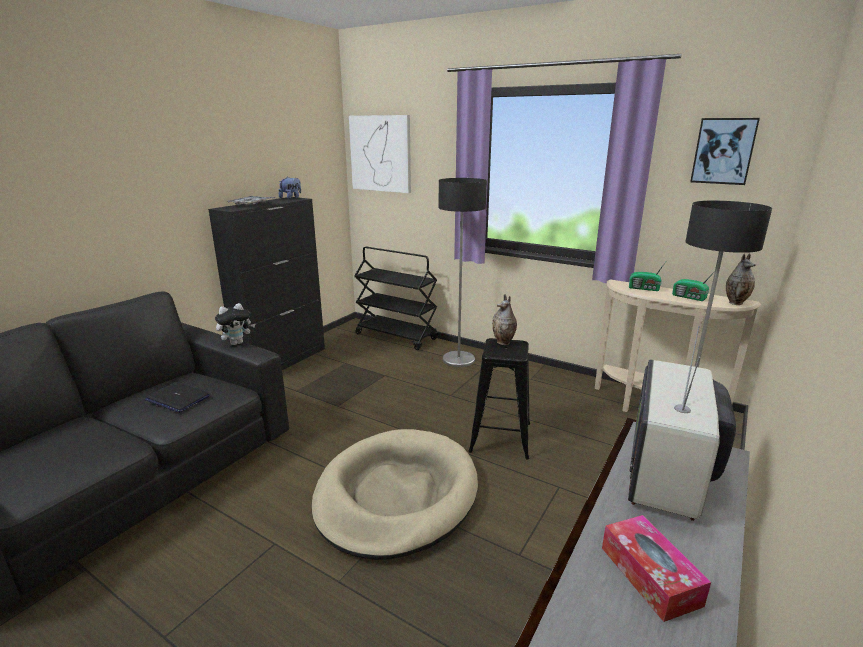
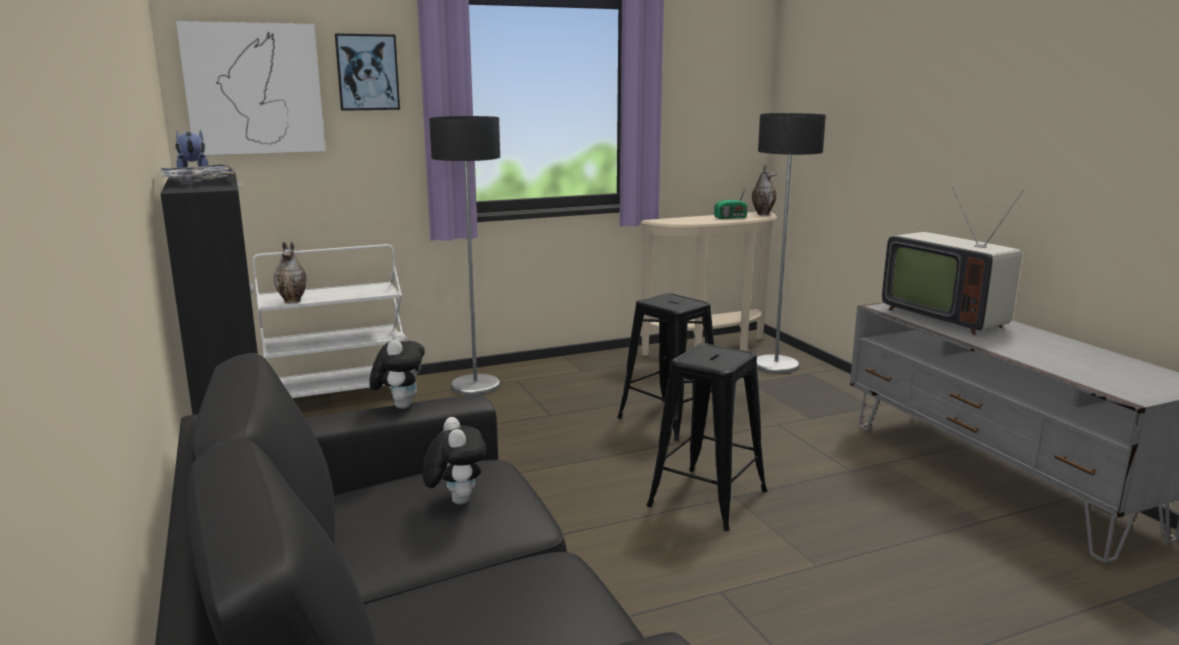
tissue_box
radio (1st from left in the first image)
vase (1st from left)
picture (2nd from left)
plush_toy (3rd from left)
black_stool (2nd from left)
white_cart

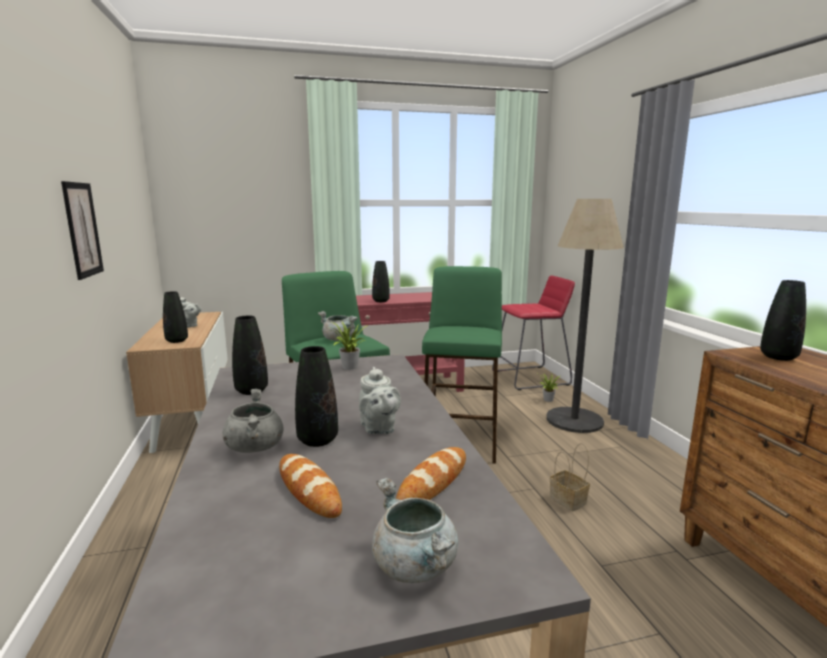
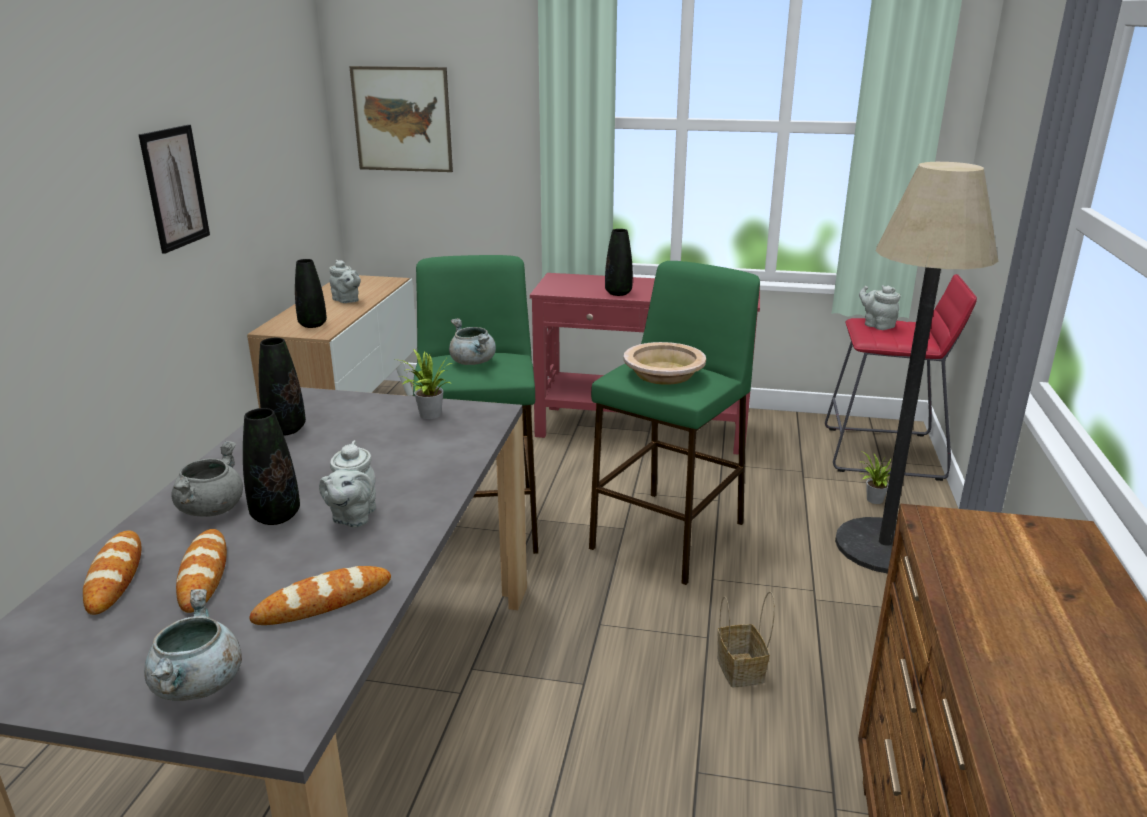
black_vase (5th from left in the first image)
bread (1st from left)
picture (2nd from left)
beige_bowl
grey_teapot (3rd from left)

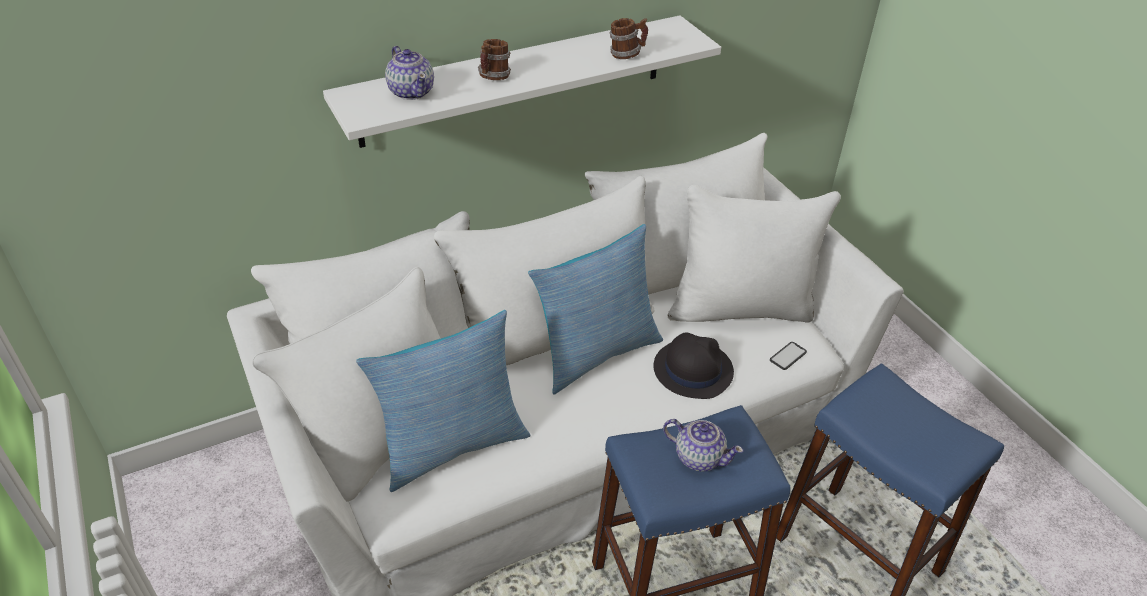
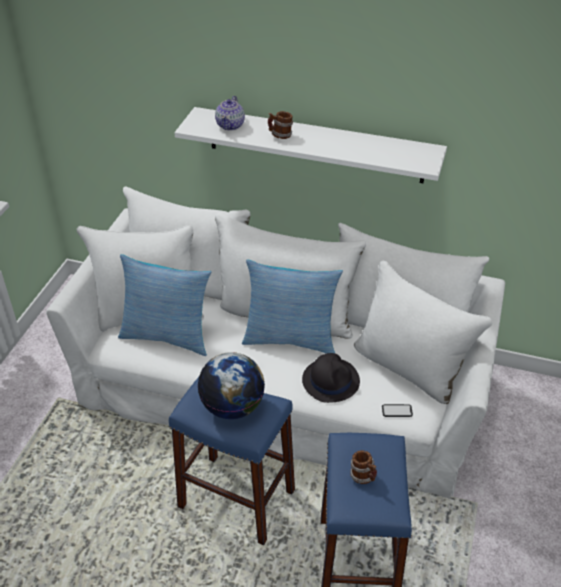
mug (2nd from left)
globe

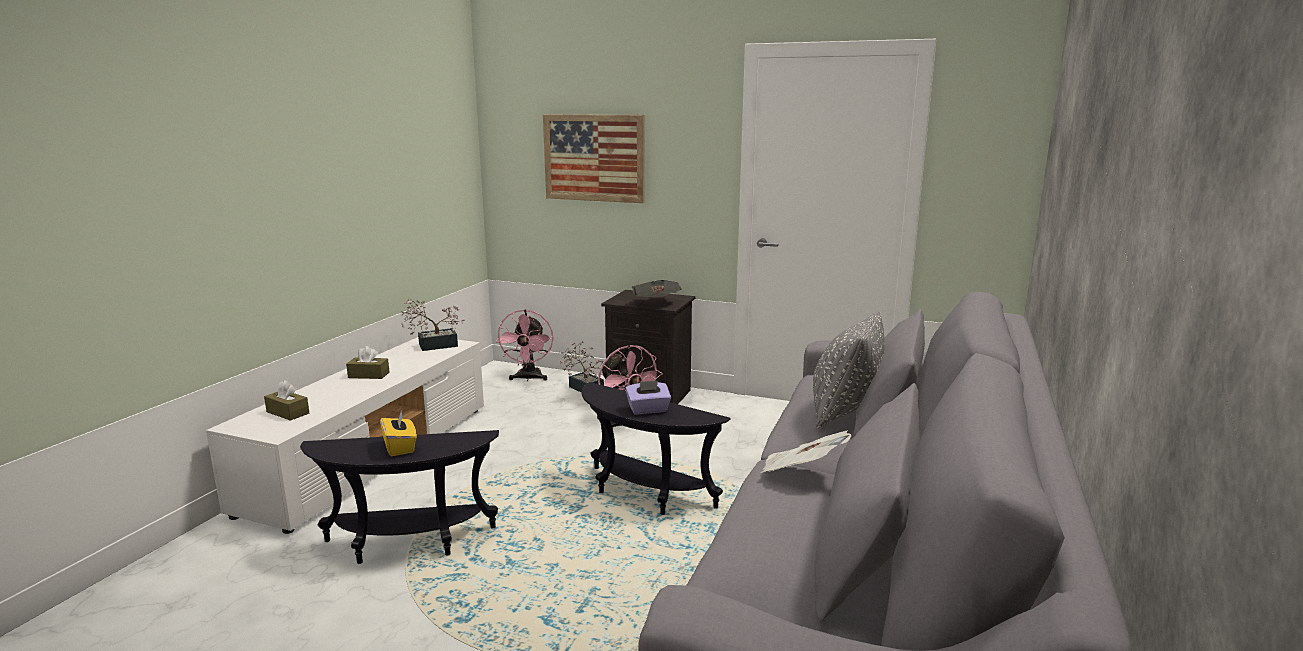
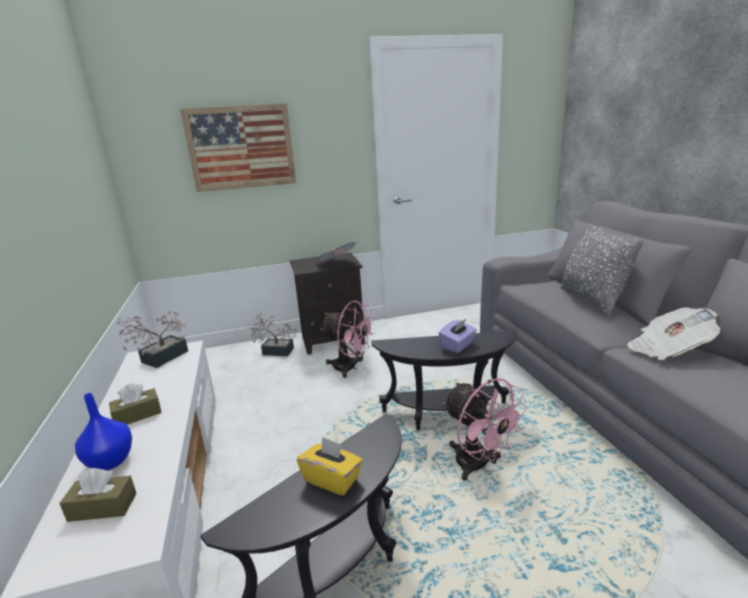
blue_vase
pink_fan (2nd from left)

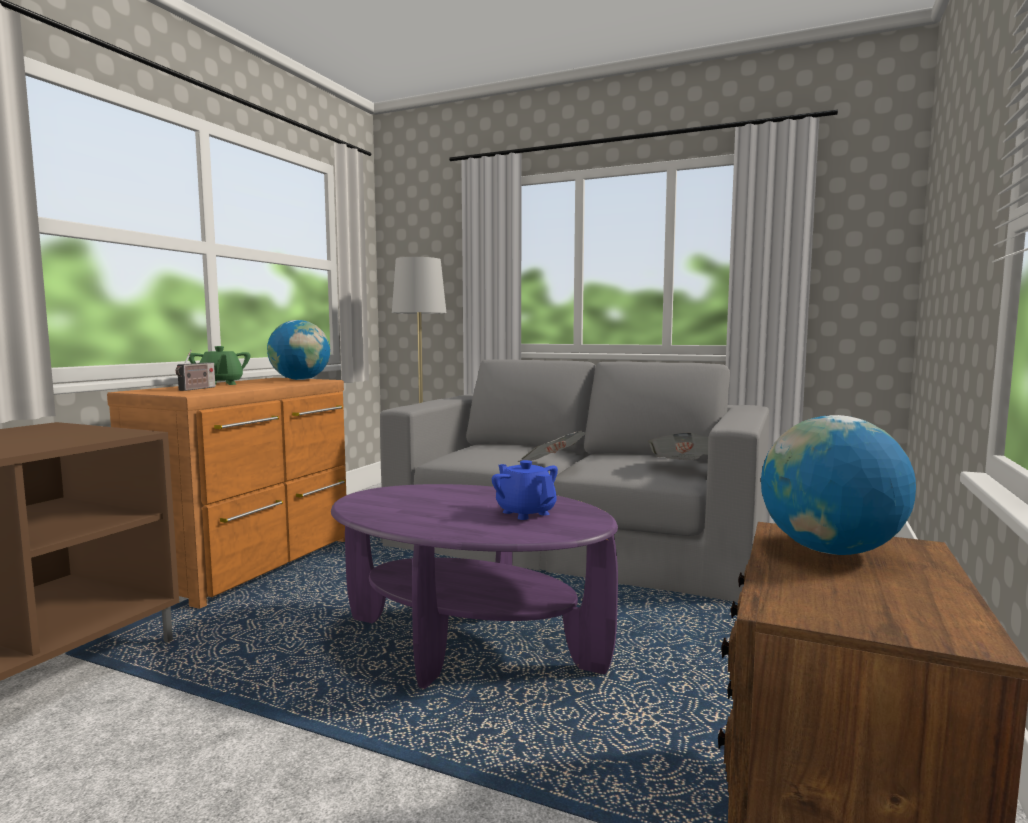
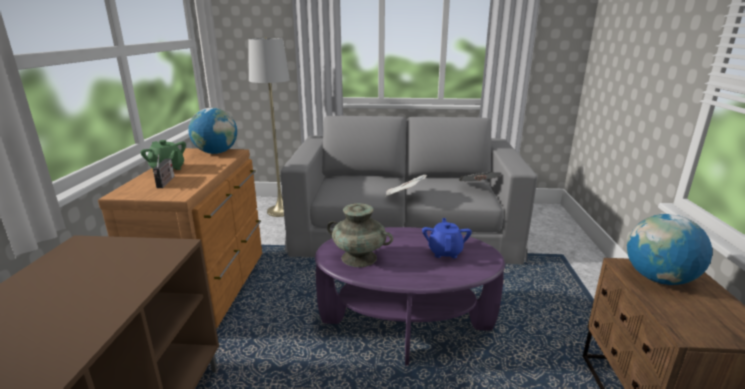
turquoise_vase
blue_teapot

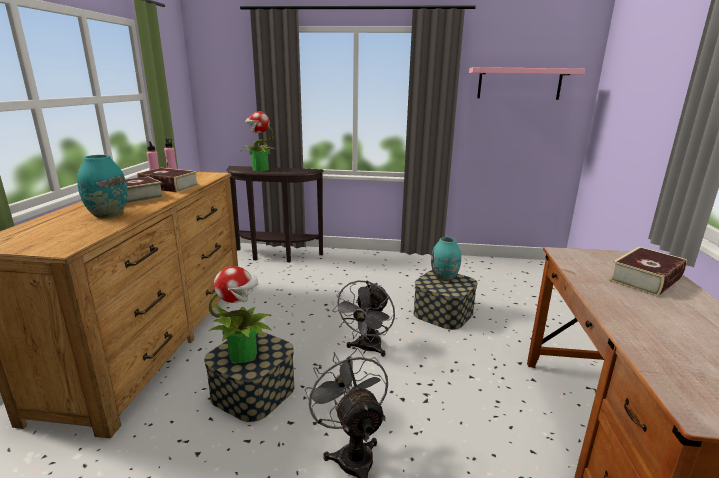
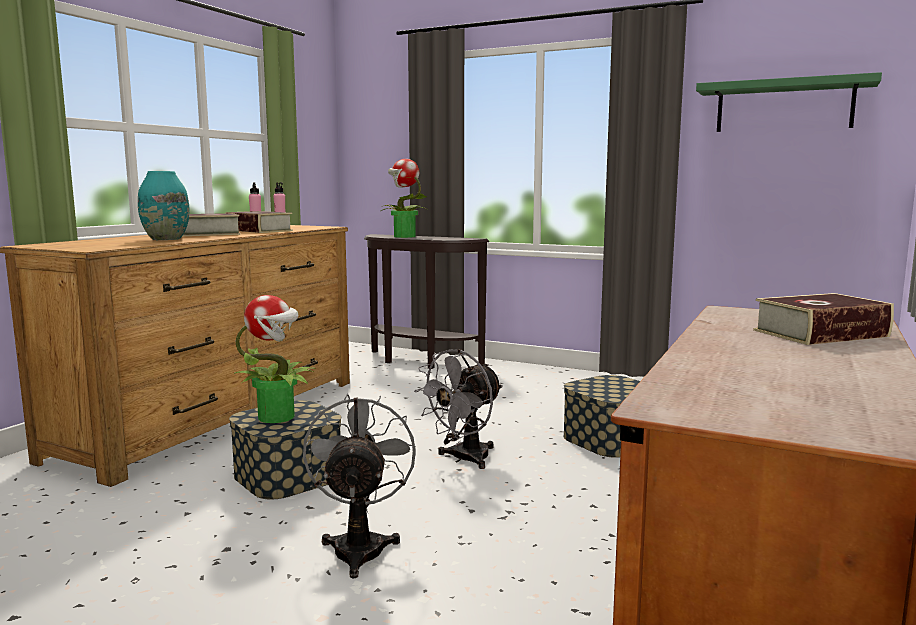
turquoise_vase (2nd from left in the first image)
green_shelf

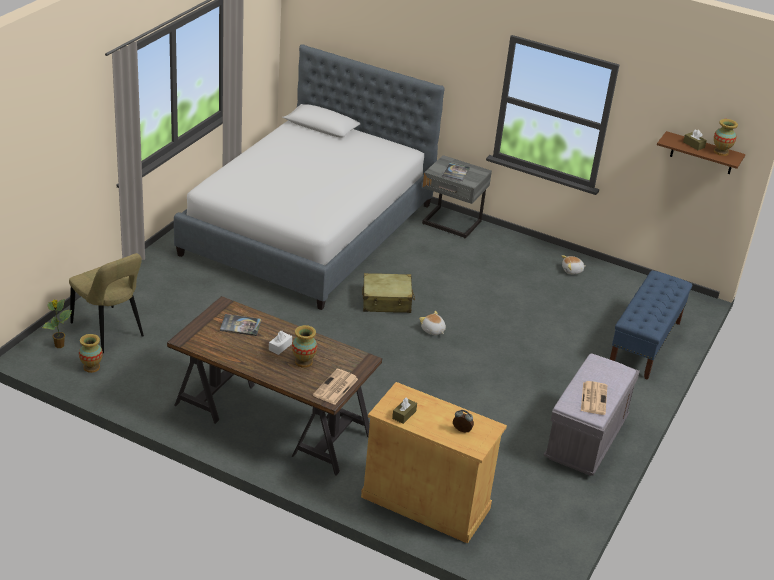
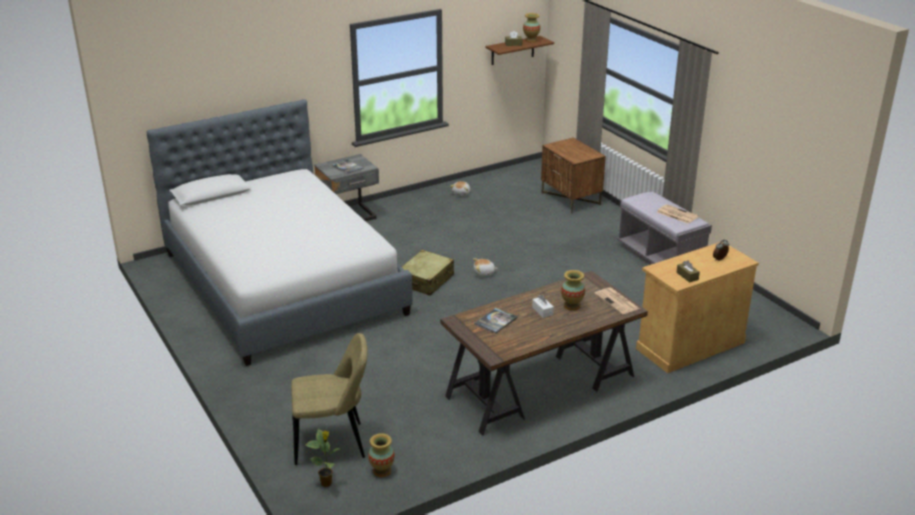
brown_nightstand

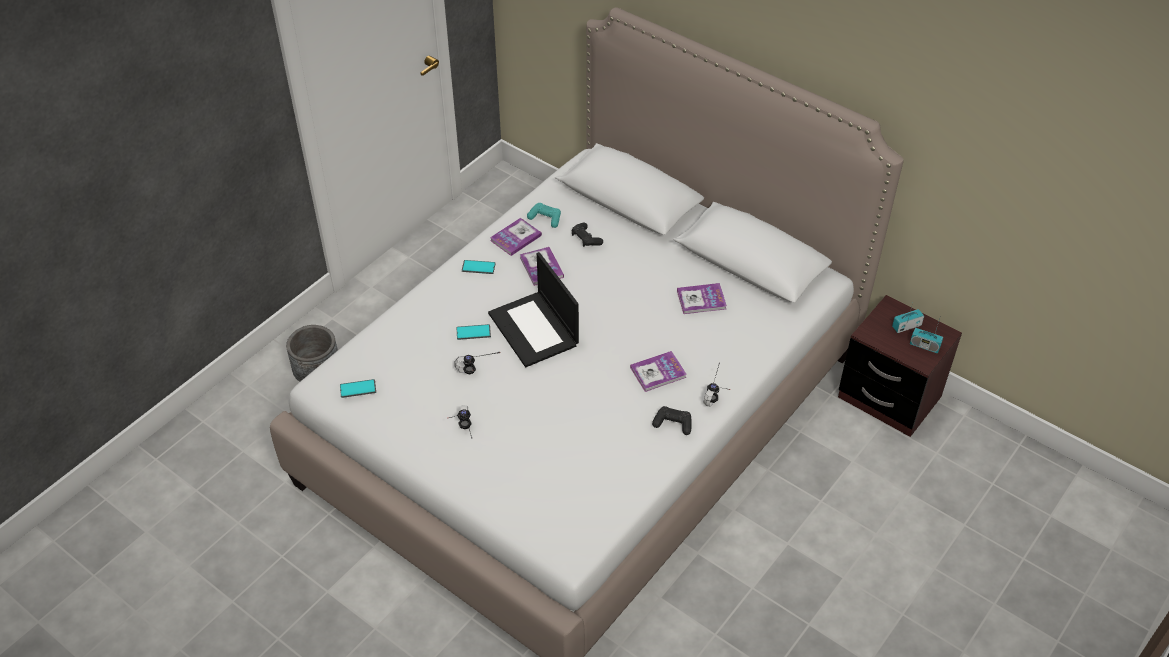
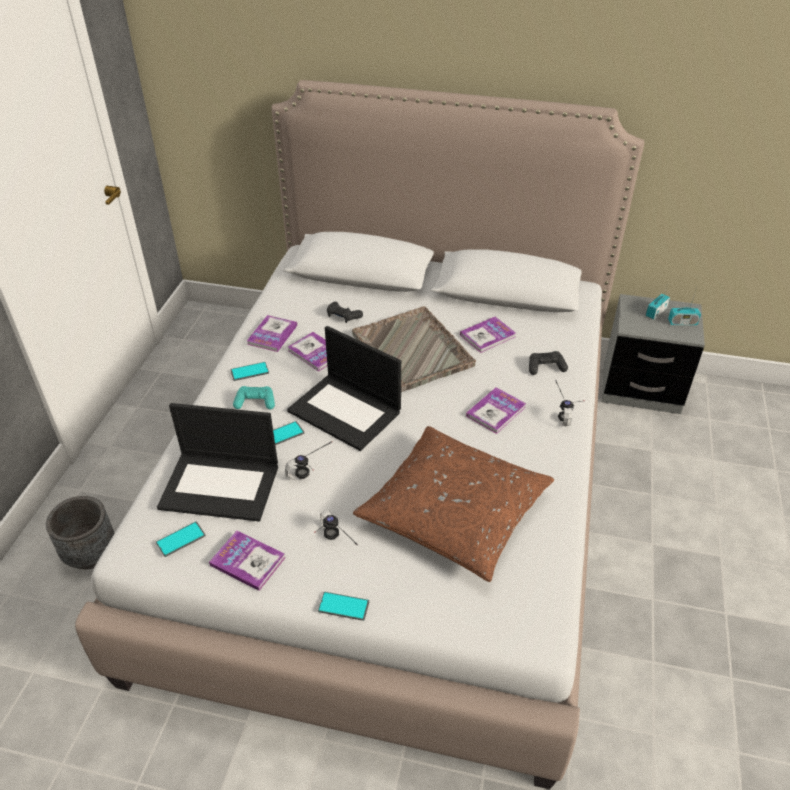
laptop (1st from left)
book (1st from left)
phone (4th from left)
grey_tray
brown_pillow
turquoise_game_controller
black_game_controller (2nd from left)
grey_nightstand

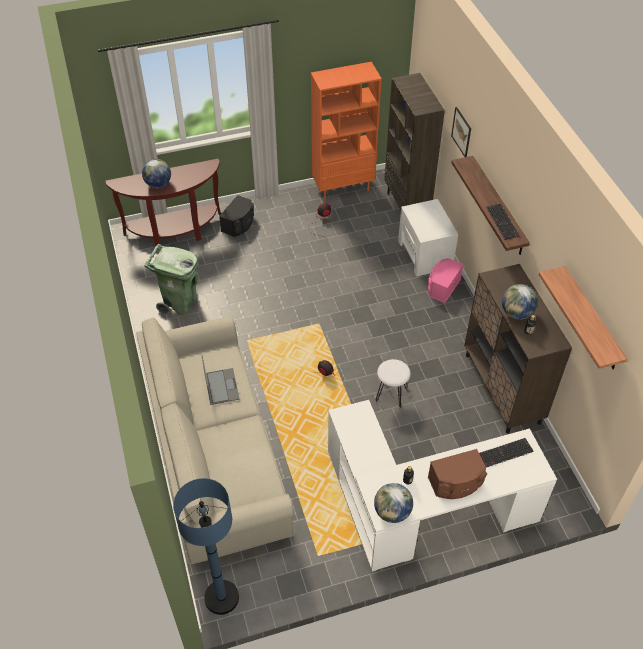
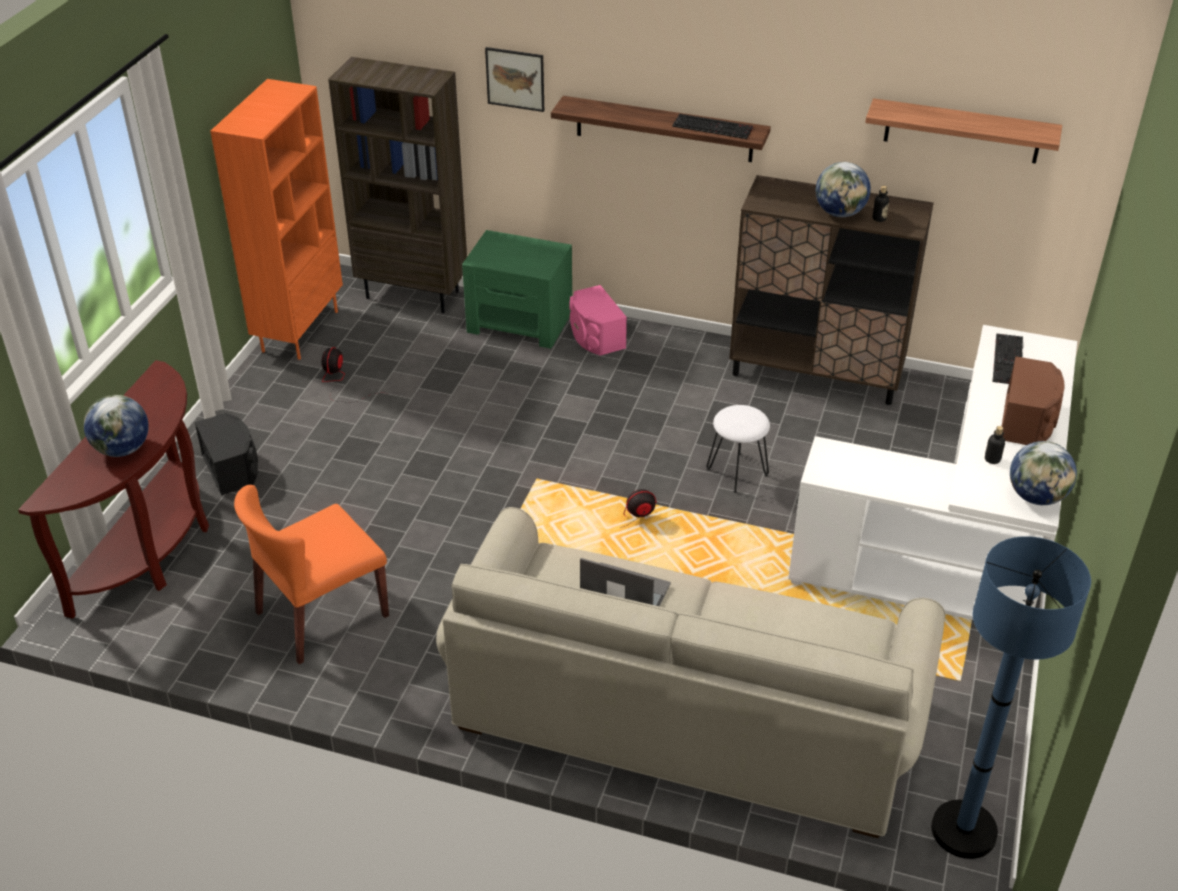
orange_chair
green_nightstand

